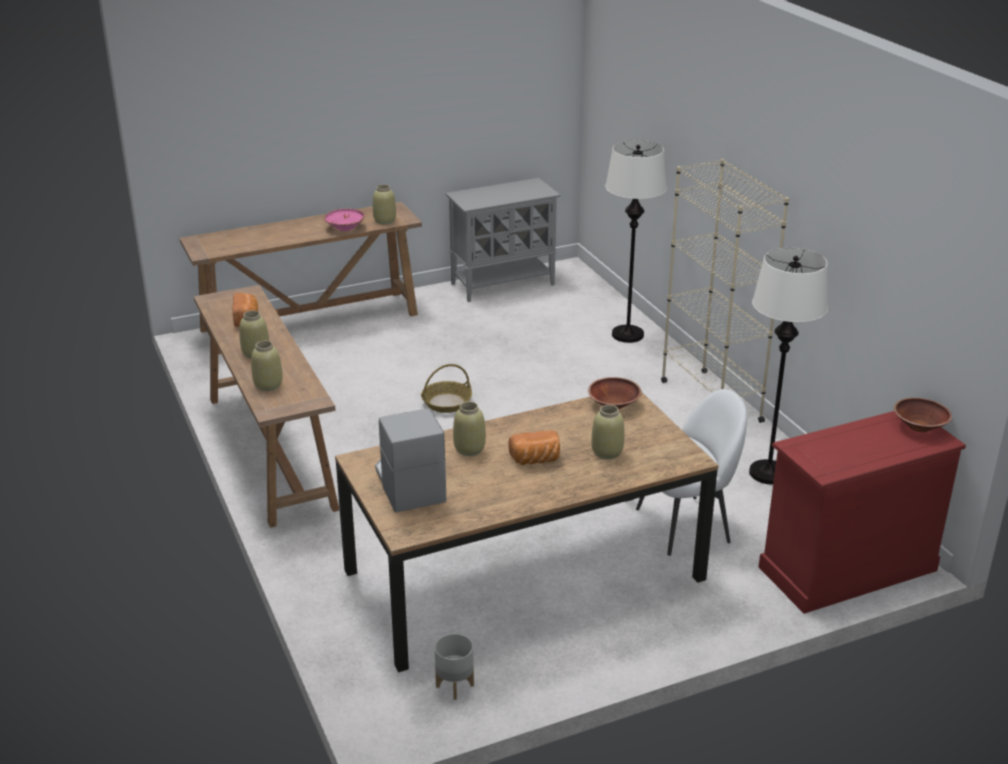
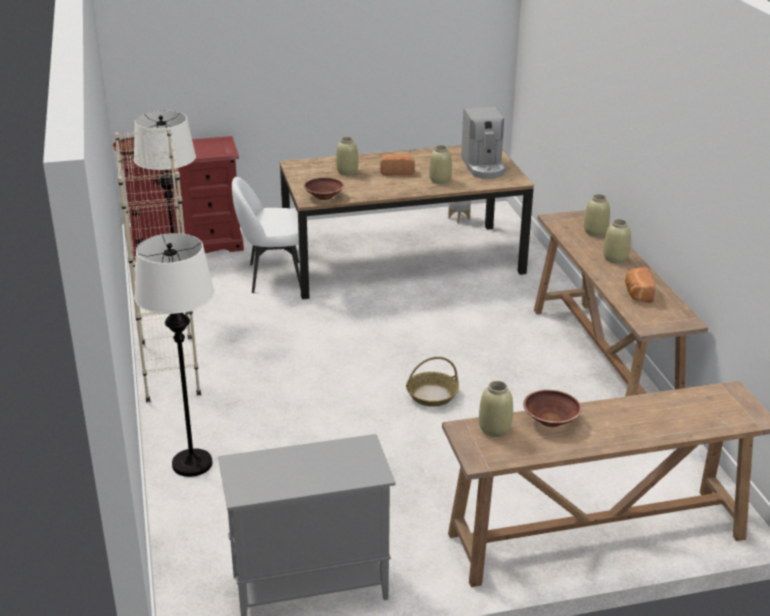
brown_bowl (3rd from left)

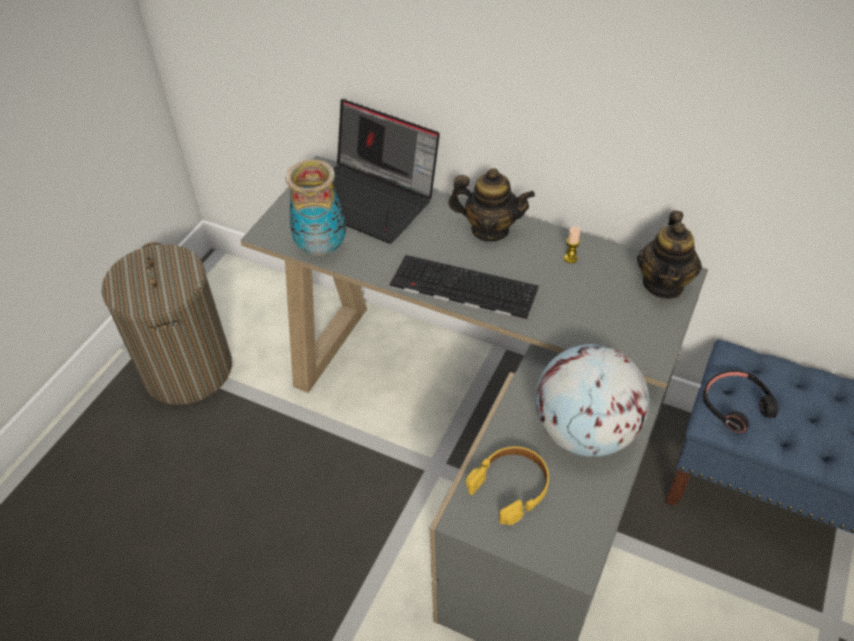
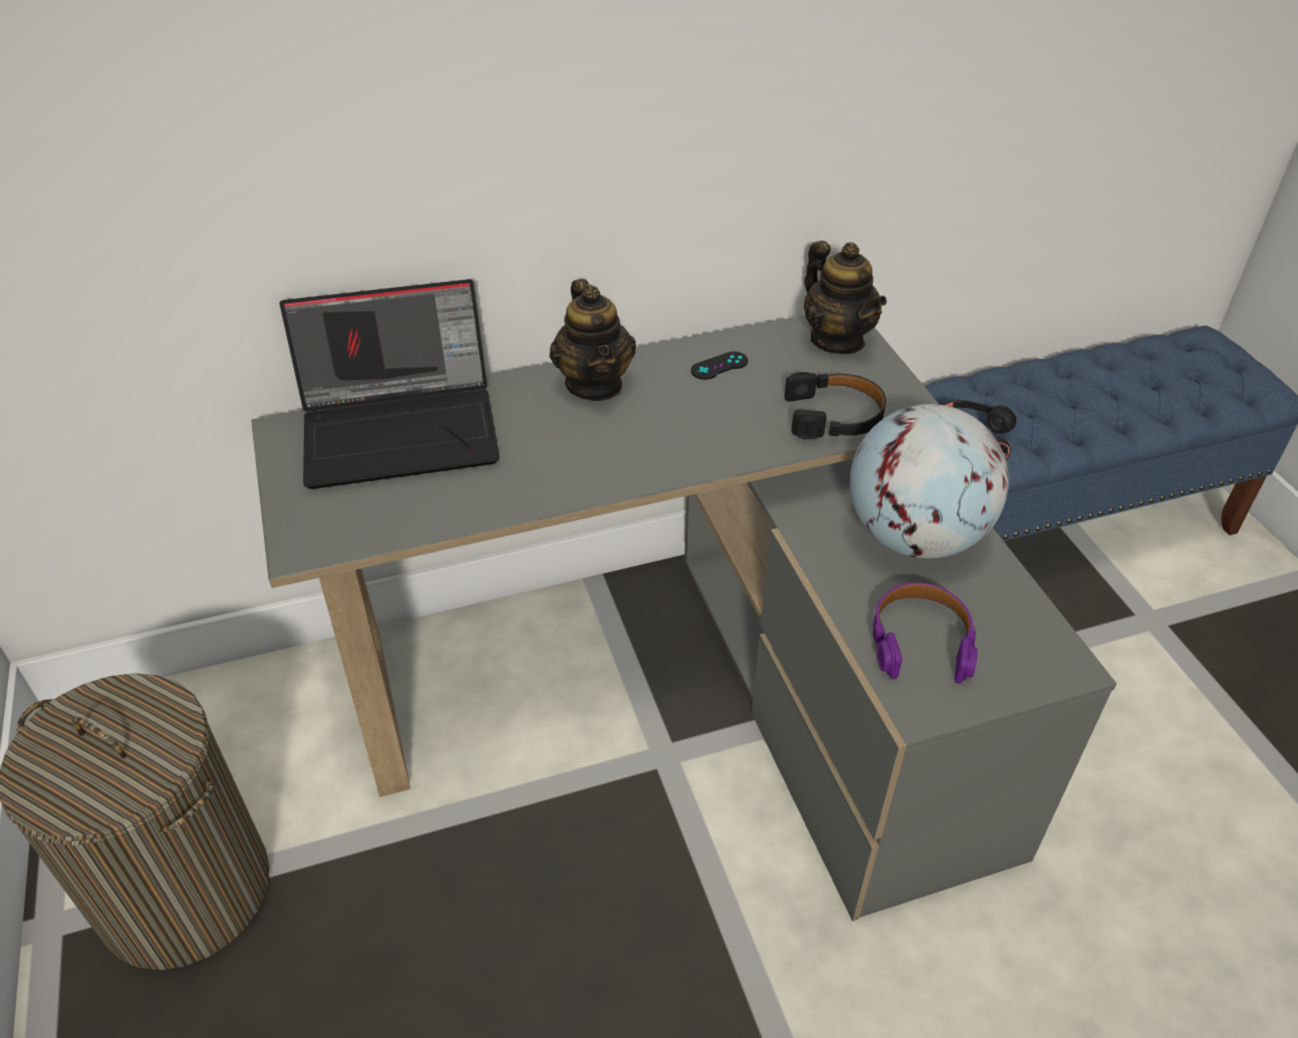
vase
keyboard
black_headphones (1st from left)
black_game_controller
purple_headphones
teapot (1st from left)

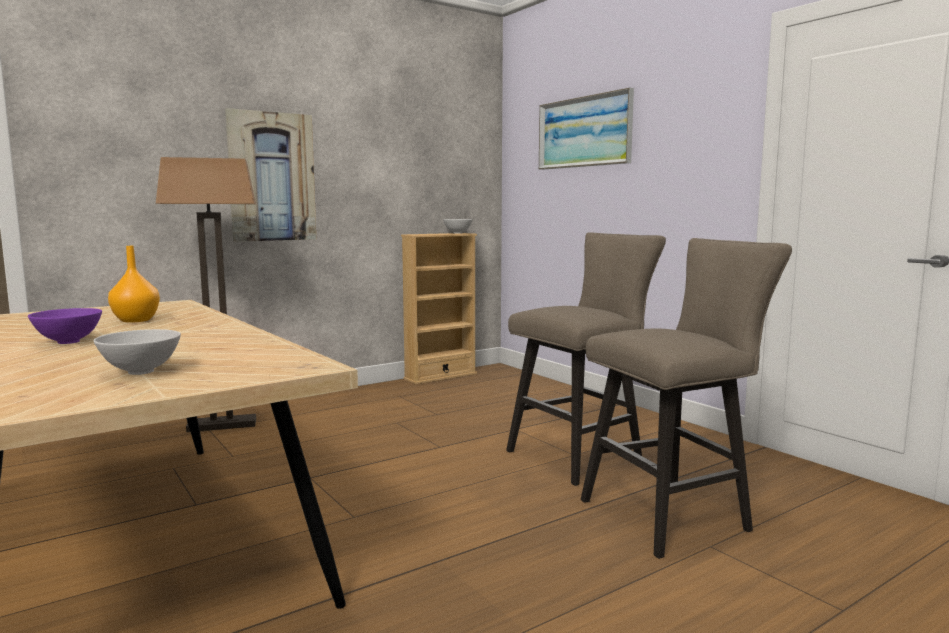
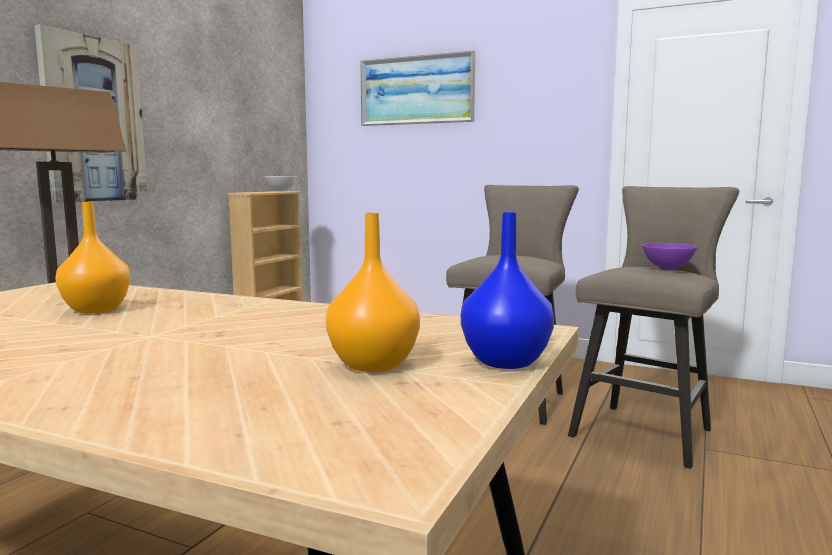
blue_vase
purple_bowl
orange_vase (2nd from left)

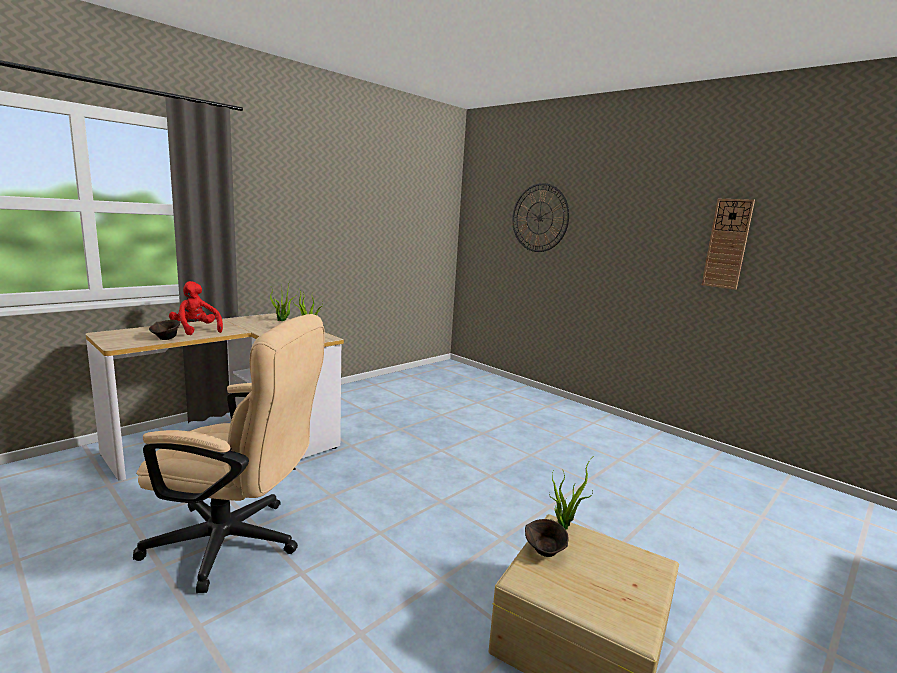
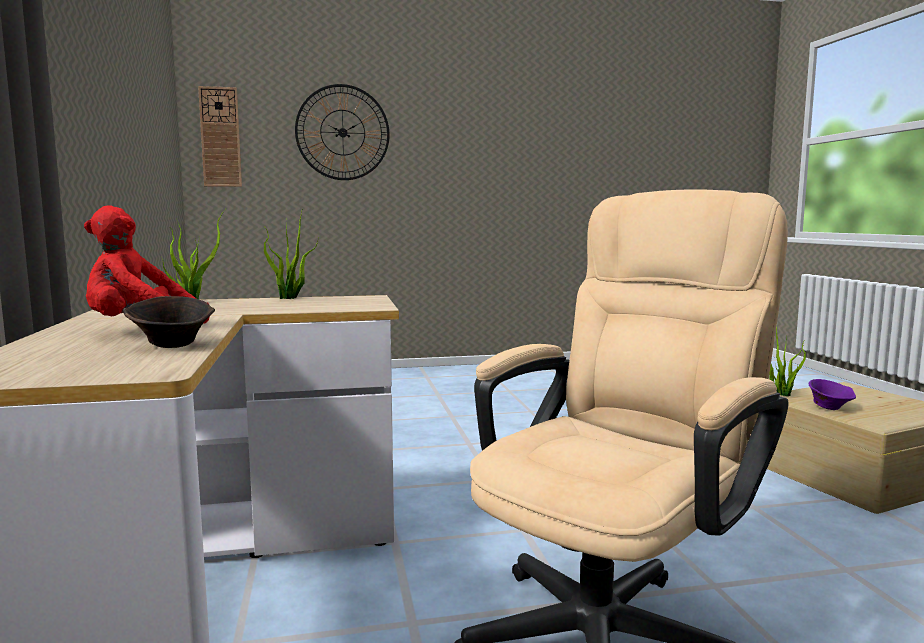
wall_clock (1st from left)
purple_bowl

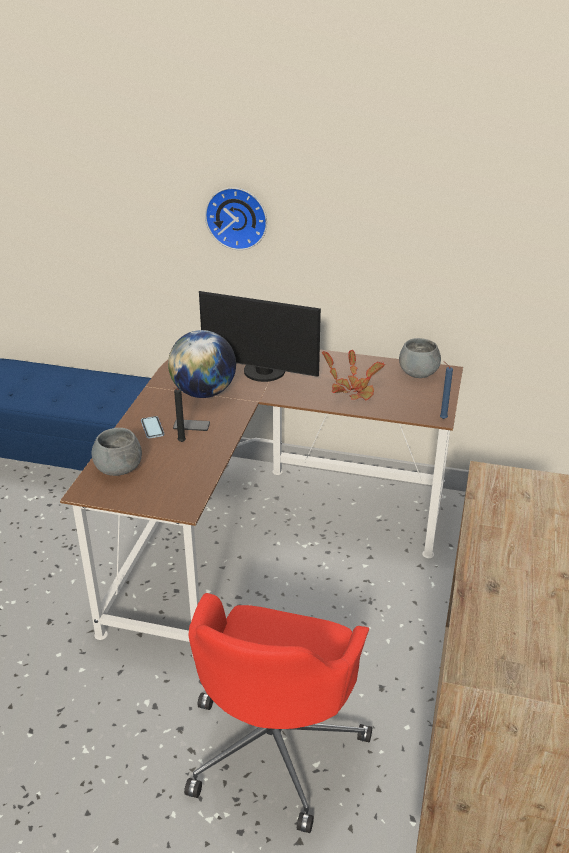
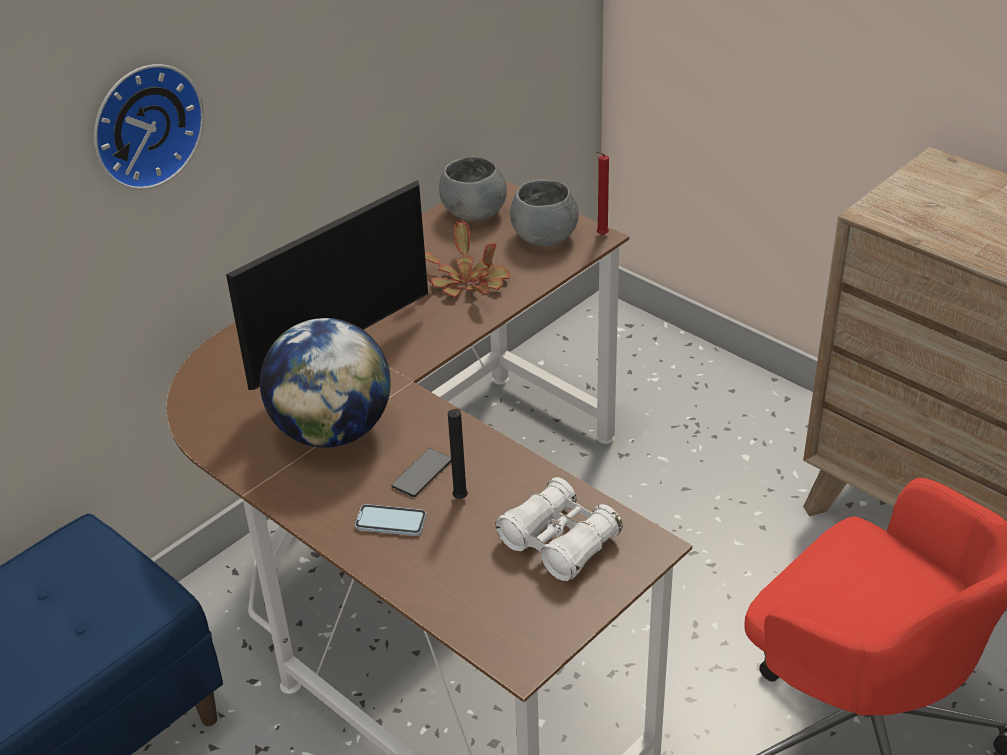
white_binoculars
grey_bowl (2nd from left)
red_candle

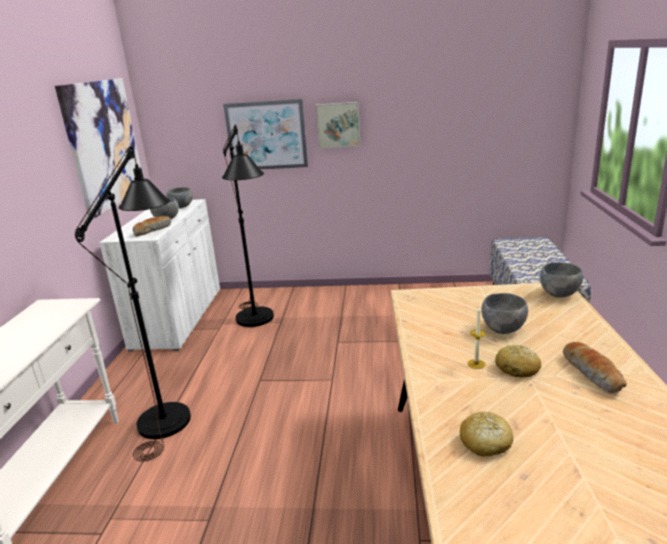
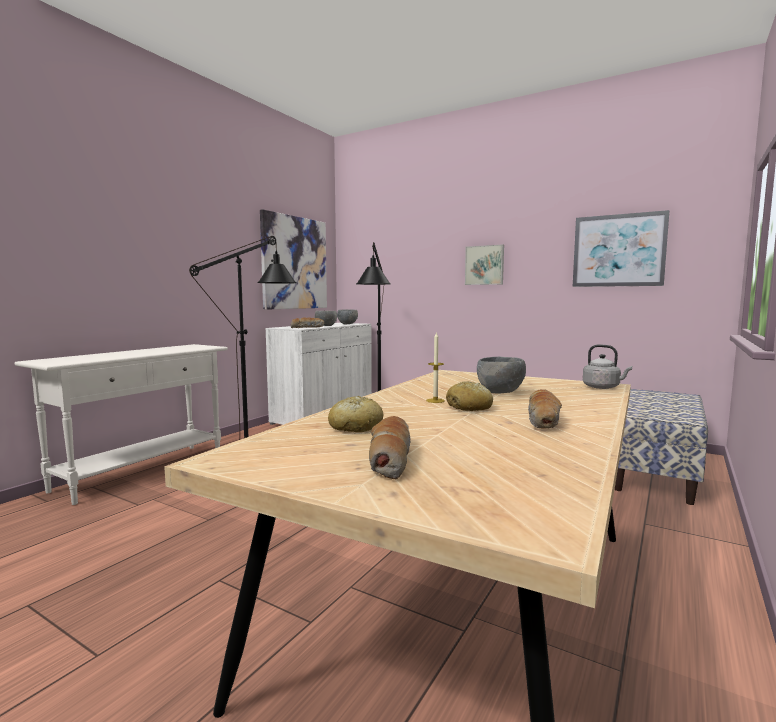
bread (3rd from left)
picture (3rd from left)
grey_kettle

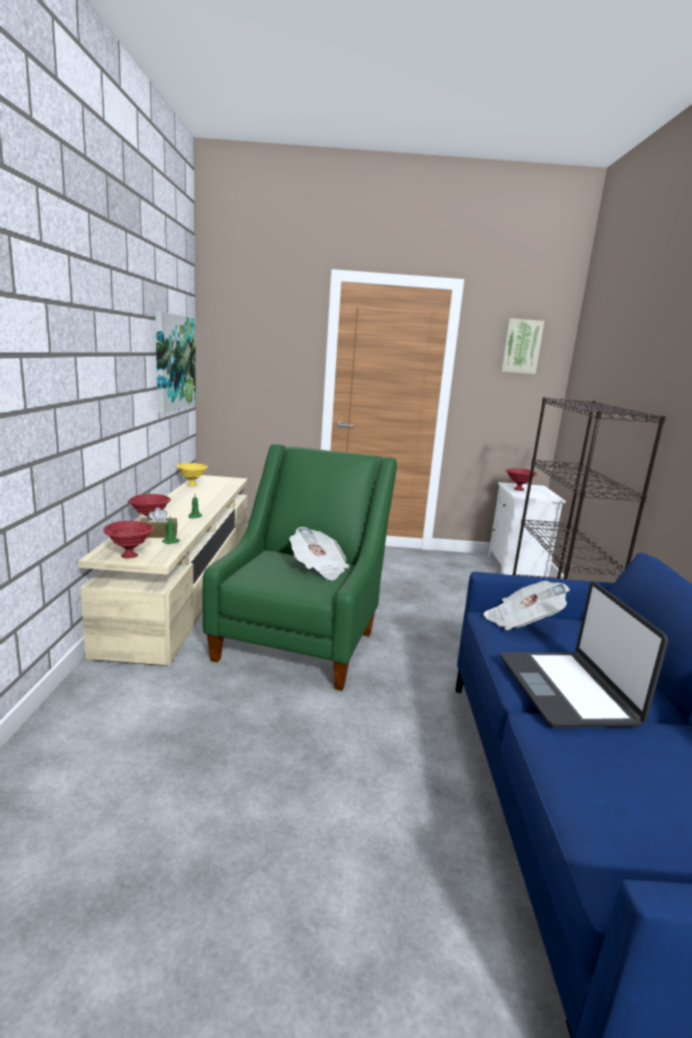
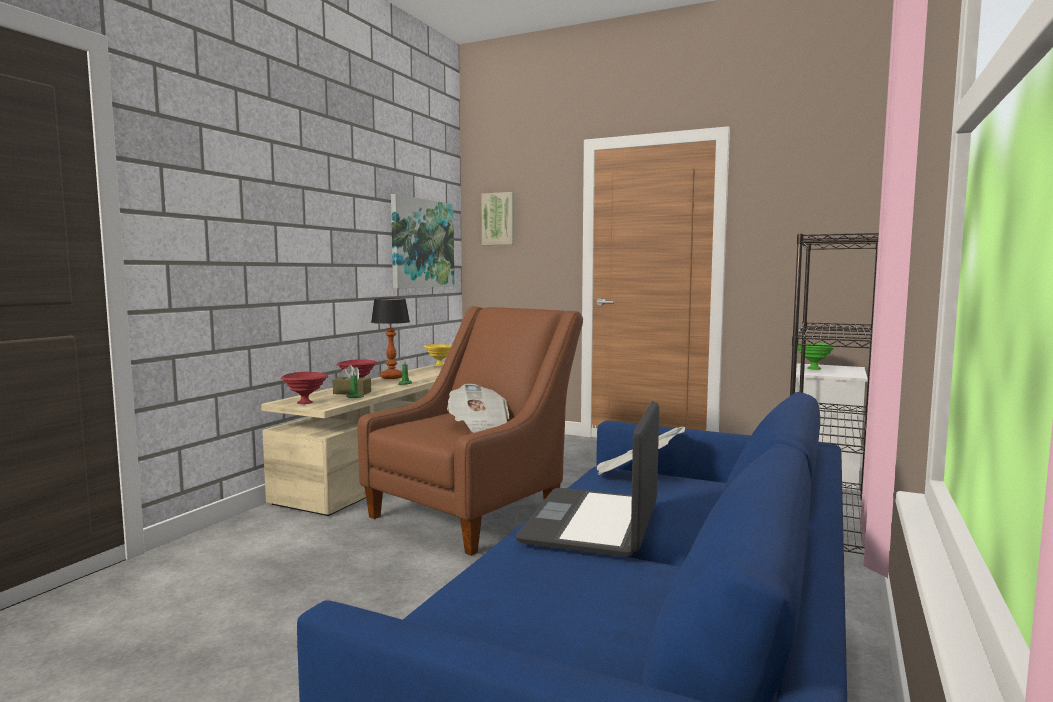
table_lamp
picture (2nd from left)
brown_armchair
green_bowl

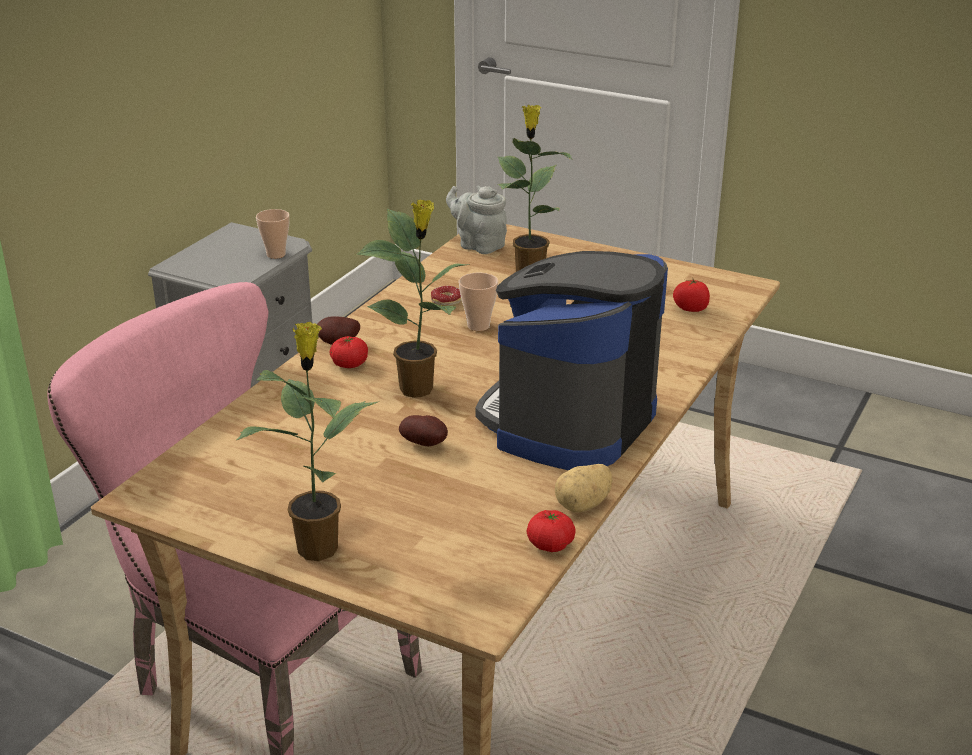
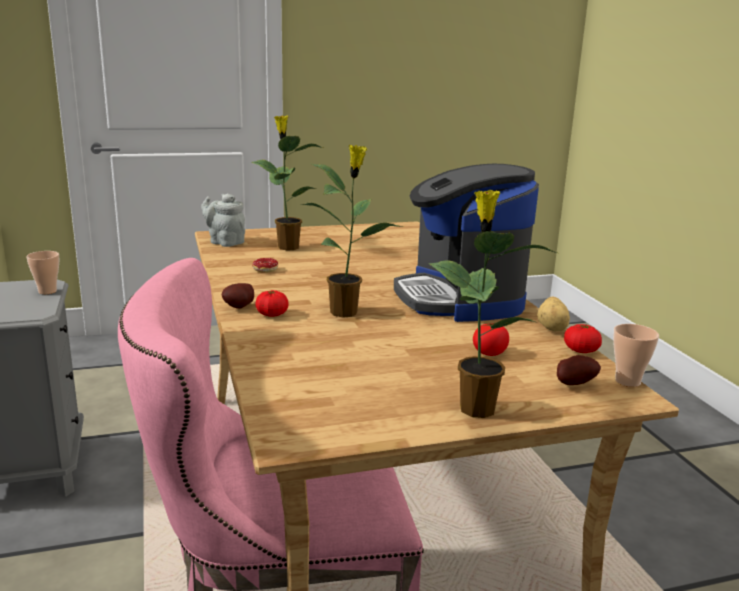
potato (3rd from left)
cup (2nd from left)
tomato (2nd from left)
grey_teapot

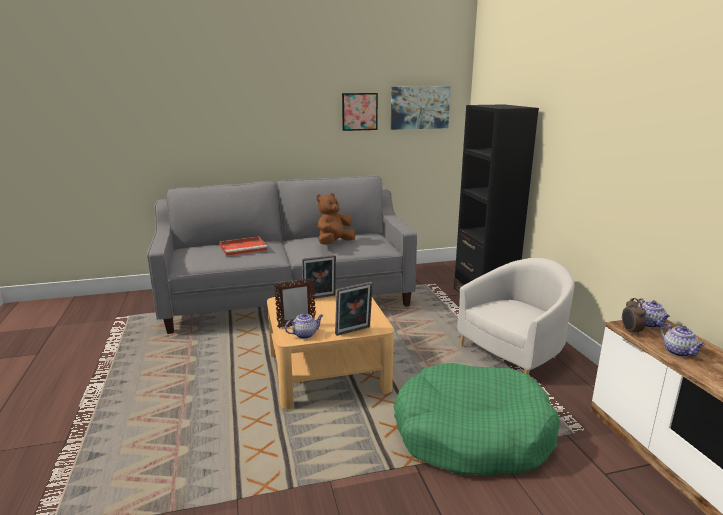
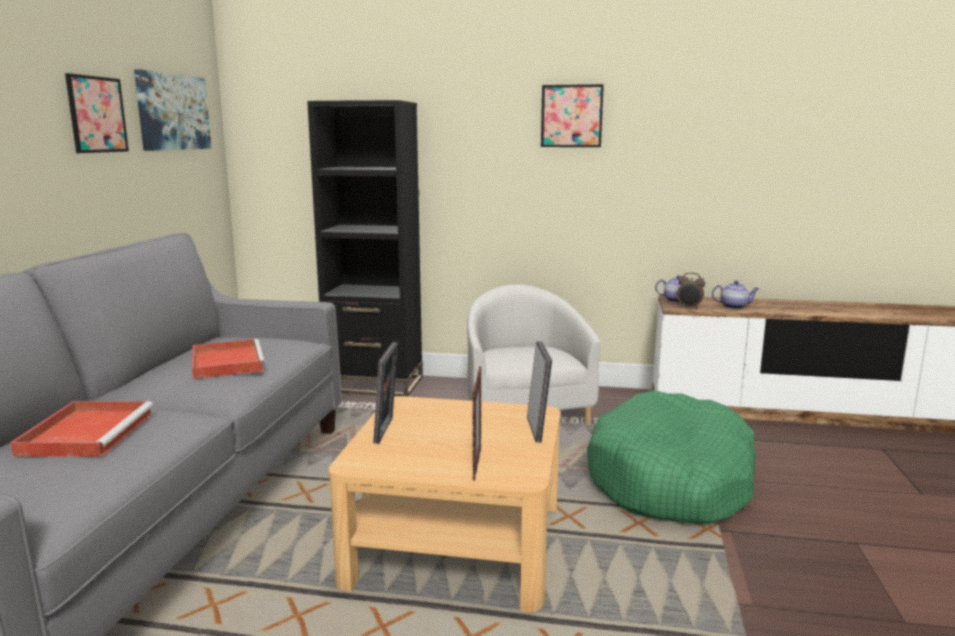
teapot (1st from left in the first image)
picture (3rd from left)
red_tray (2nd from left)

